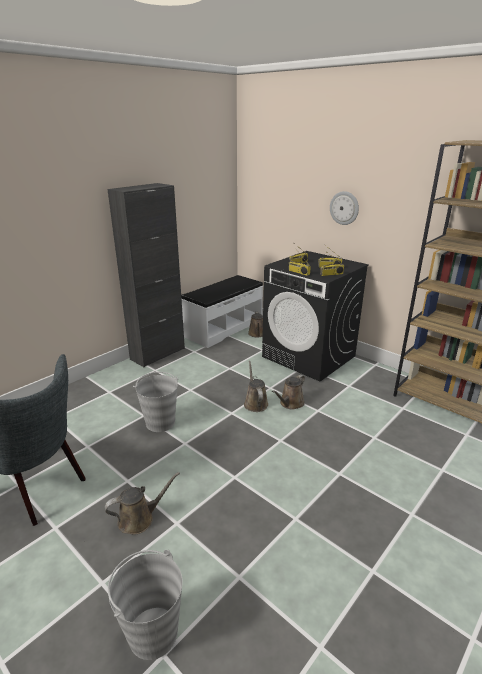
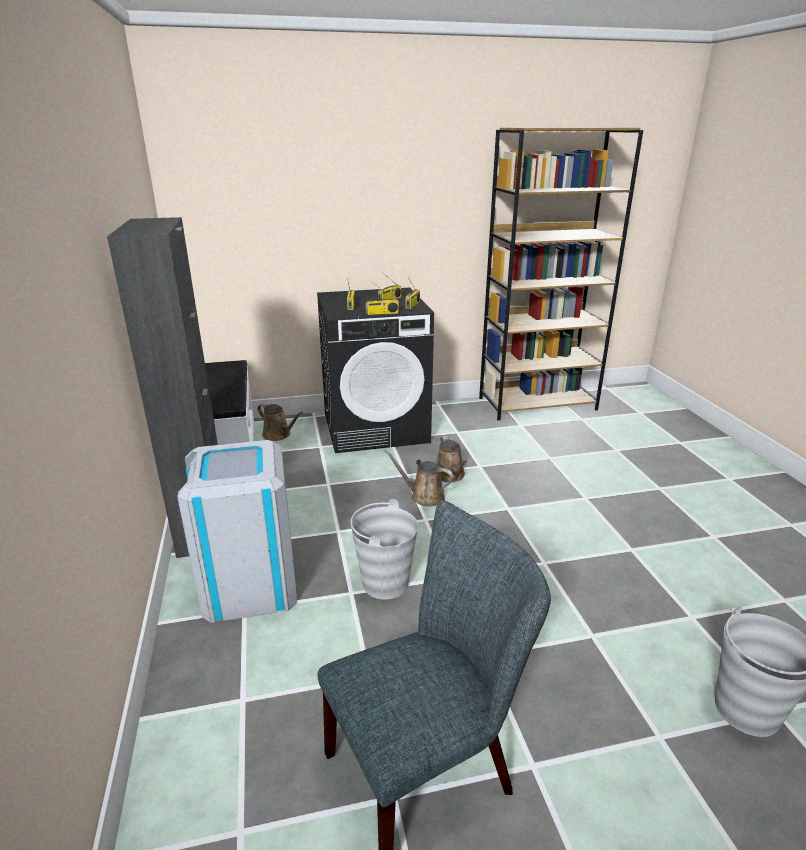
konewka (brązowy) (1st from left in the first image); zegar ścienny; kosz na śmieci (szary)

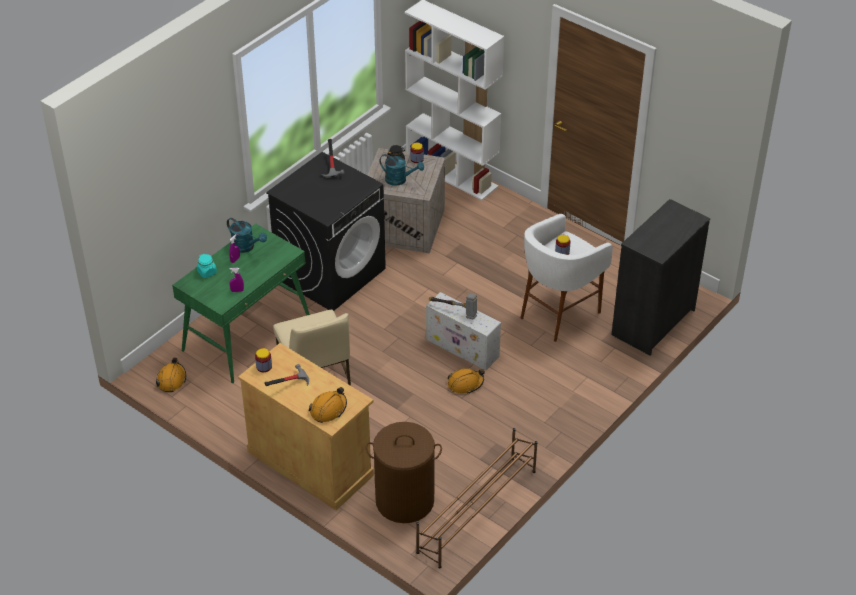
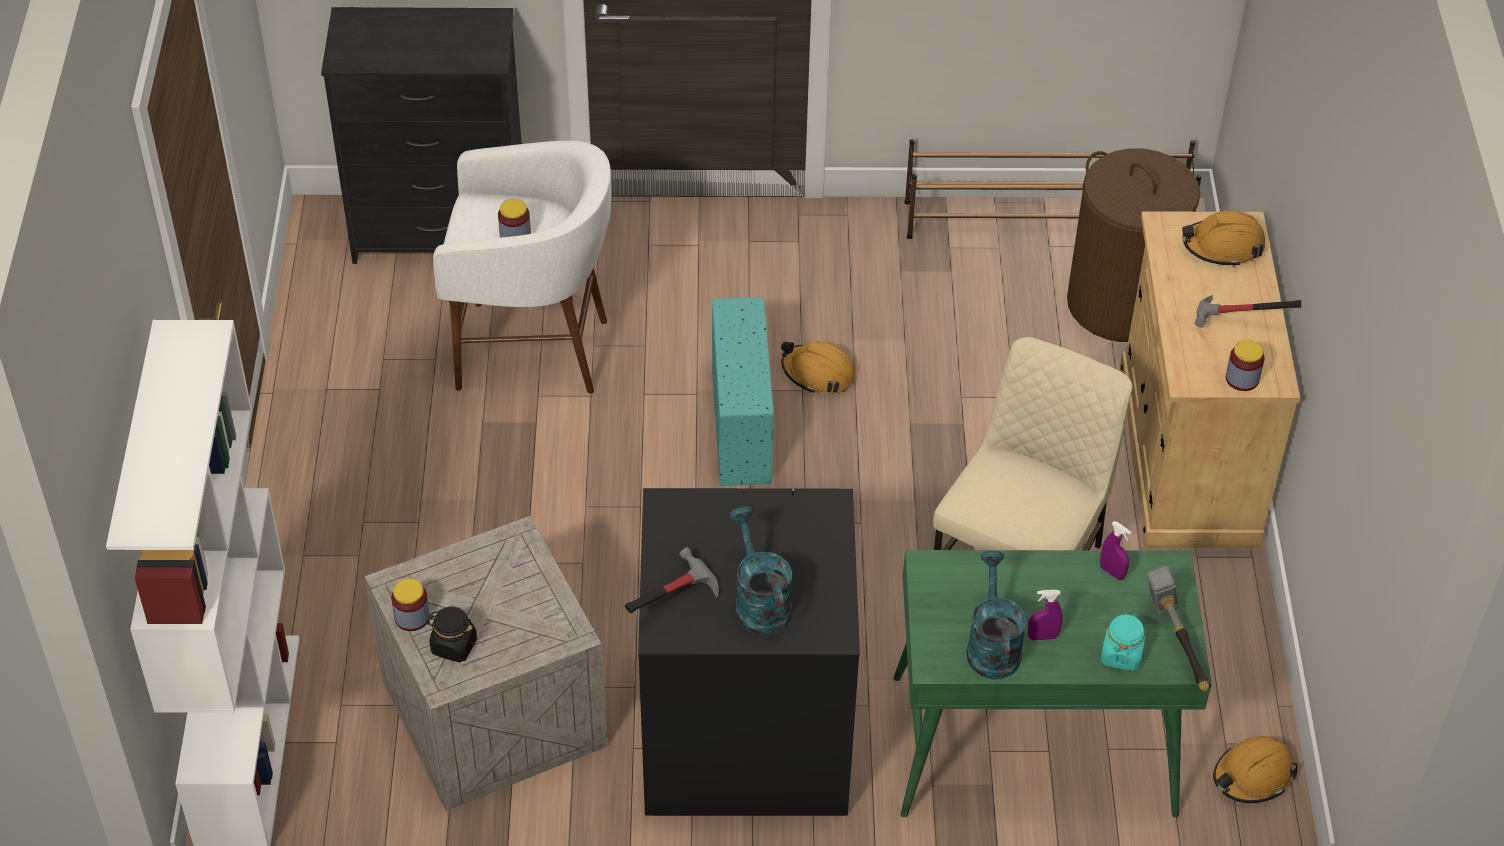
konewka (turkusowy) (1st from left); pojemnik do przechowywania (turkusowy); młotek (2nd from left)

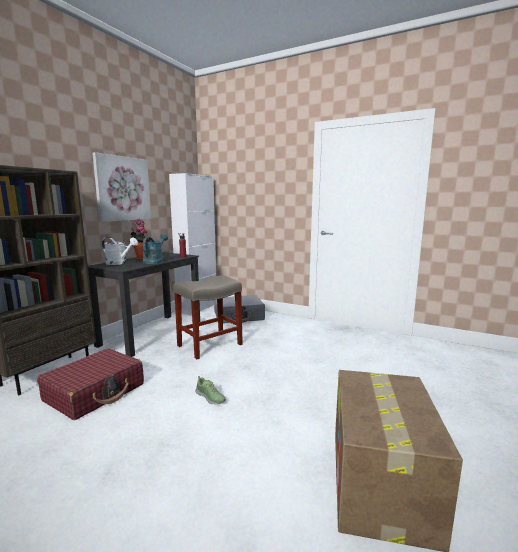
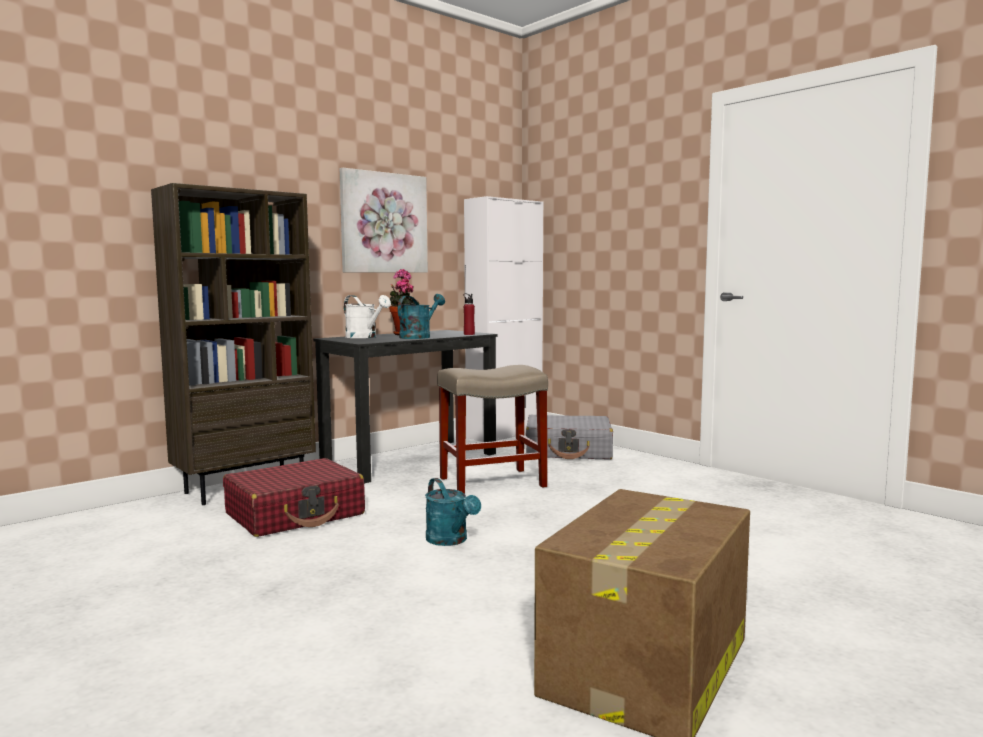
konewka (turkusowy) (2nd from left)

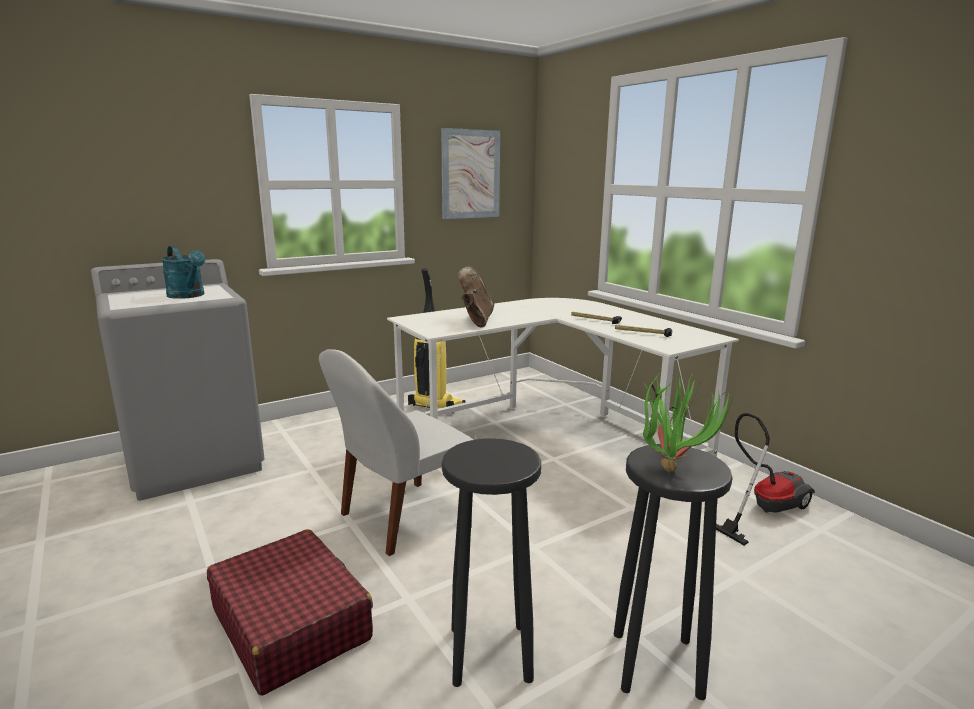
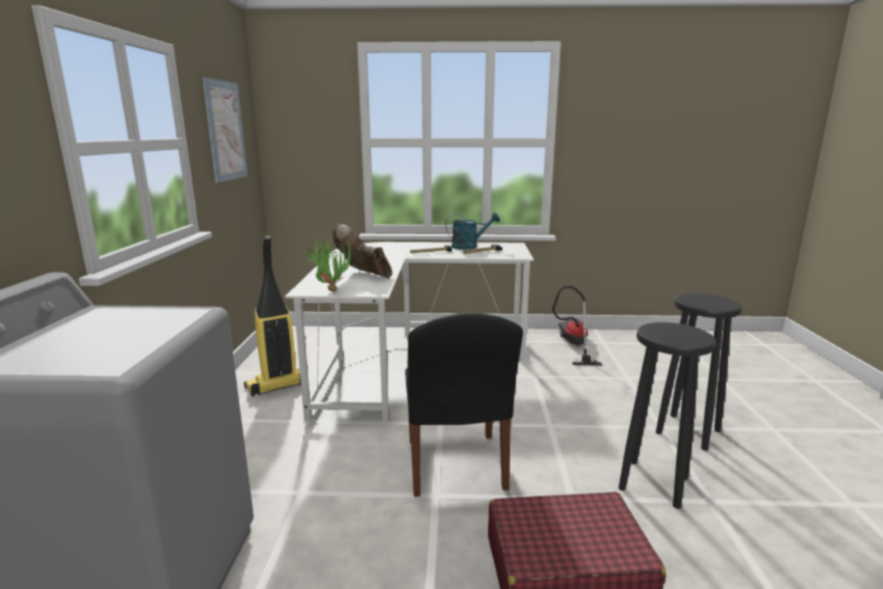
konewka (turkusowy); krzesło (czarny); roślina doniczkowa

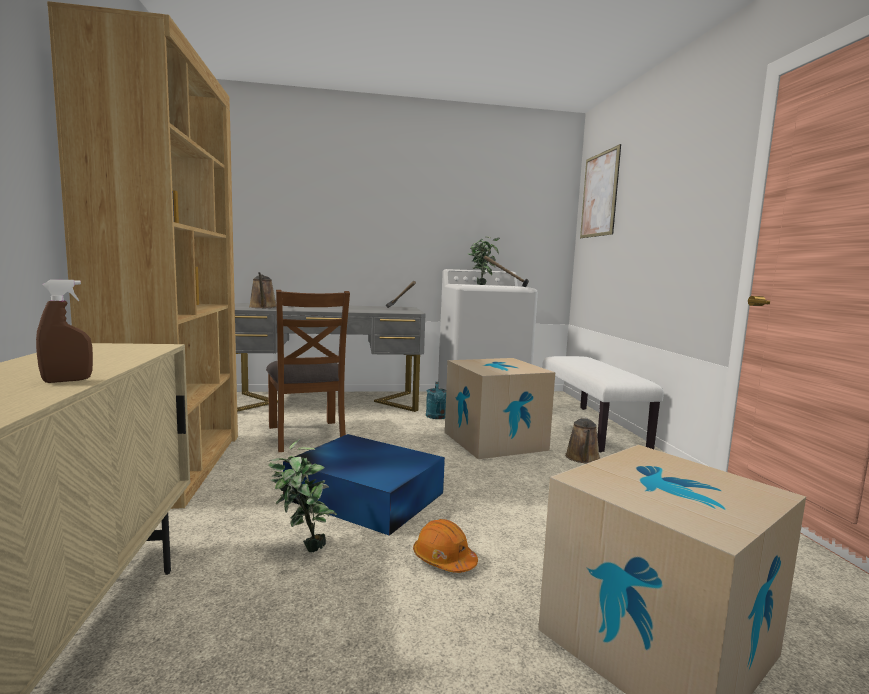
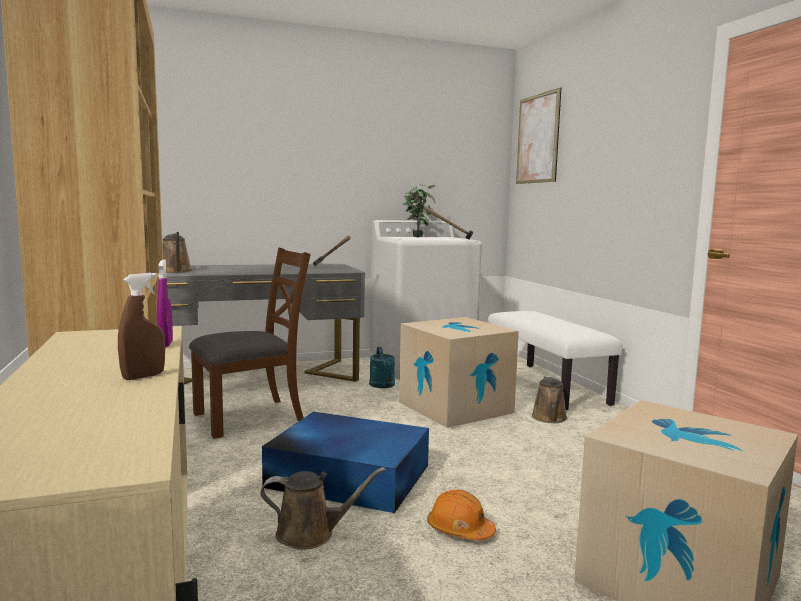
krzesło (brązowy); konewka (brązowy) (2nd from left); spryskiwacz (fioletowy)

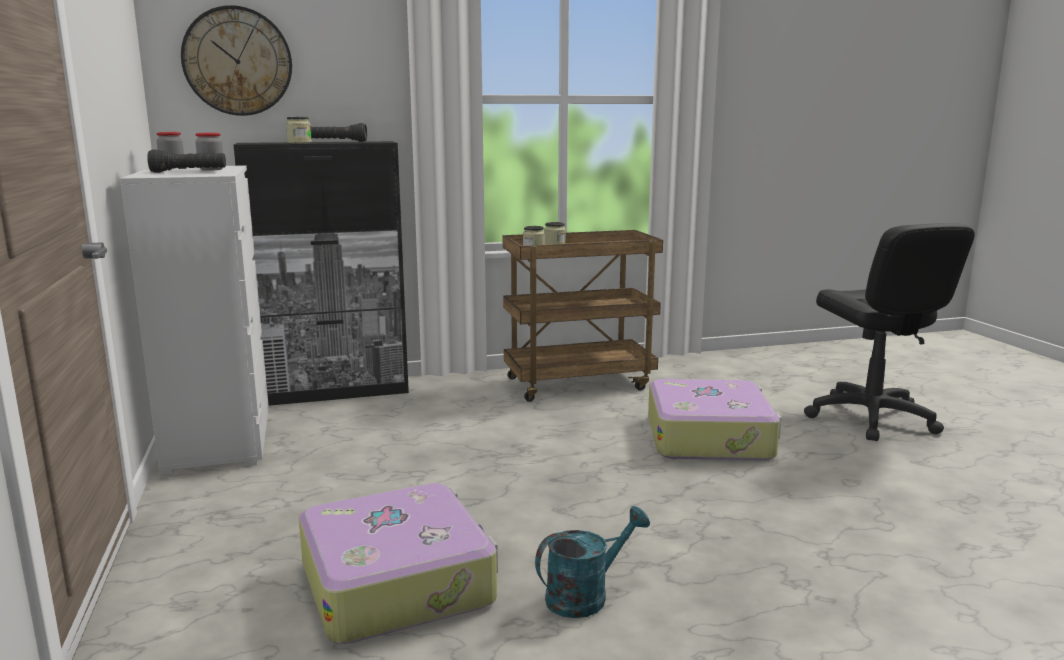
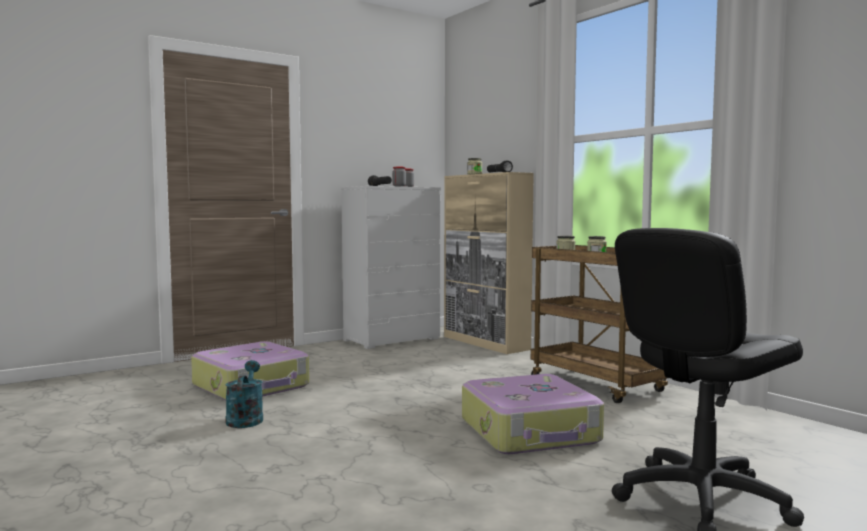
zegar ścienny; szafka (beżowy); konewka (turkusowy)

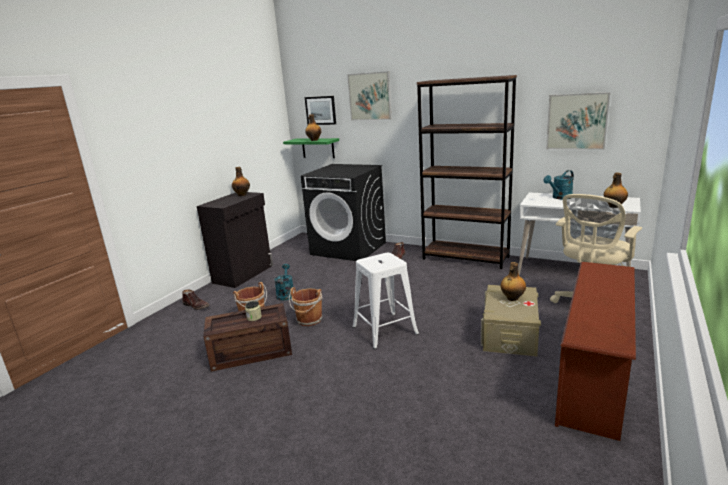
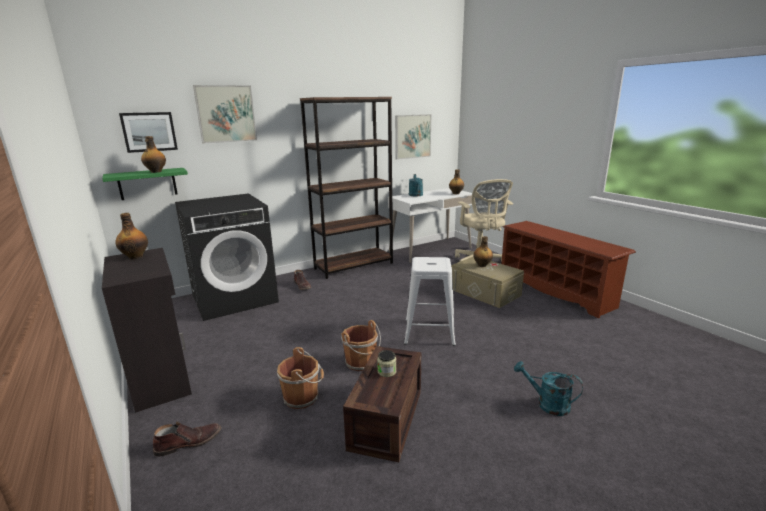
konewka (turkusowy) (2nd from left)

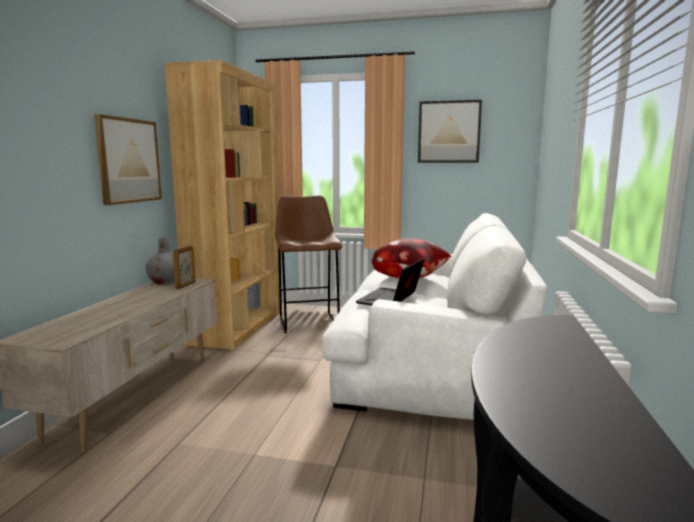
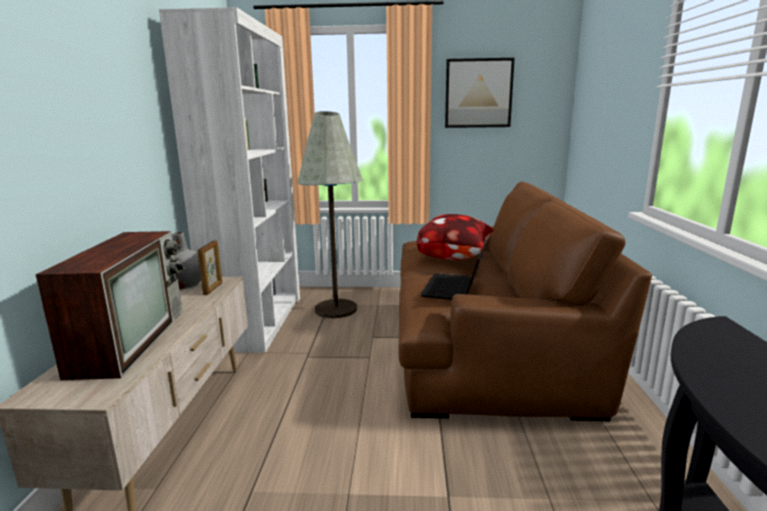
obraz (1st from left in the first image); regał (biały); lampa stojąca (szary); kanapa (brązowy); telewizor

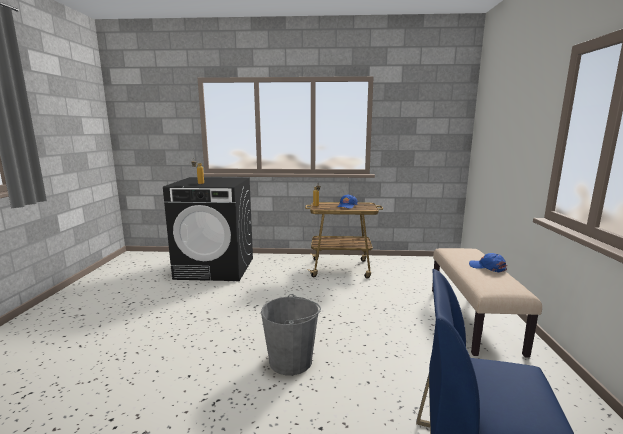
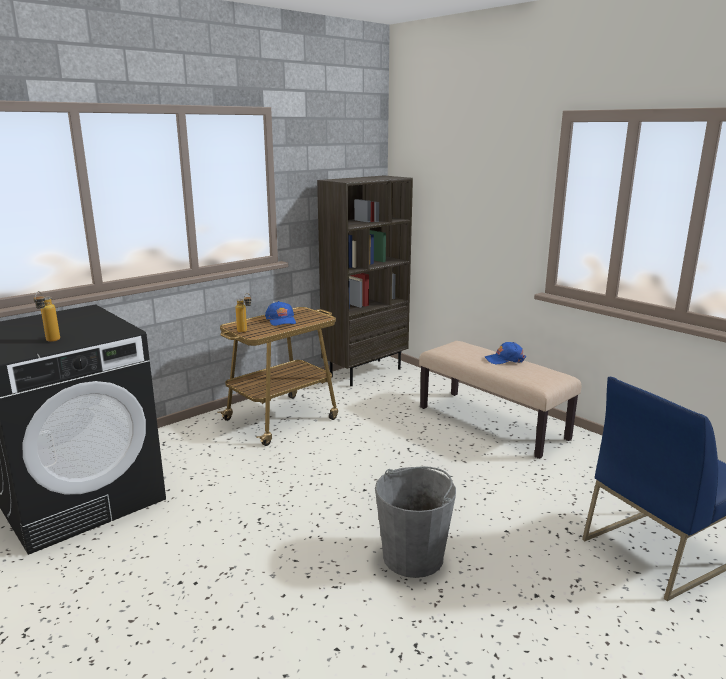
regał (brązowy)

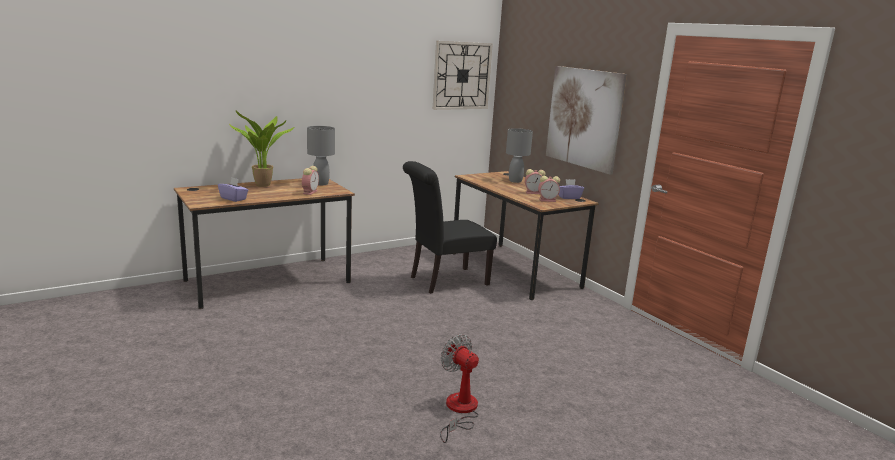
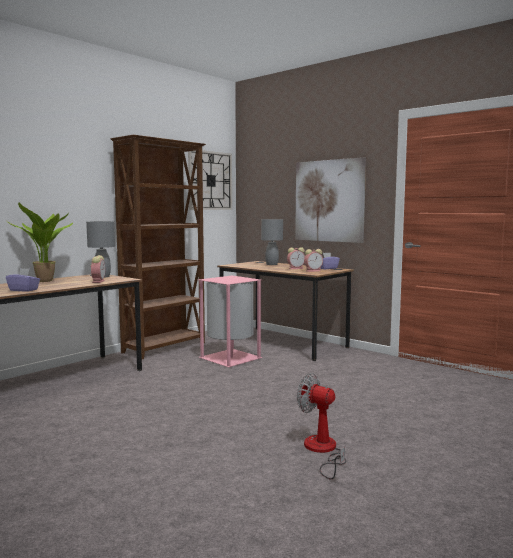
kosz na śmieci (różowy); regał (brązowy)

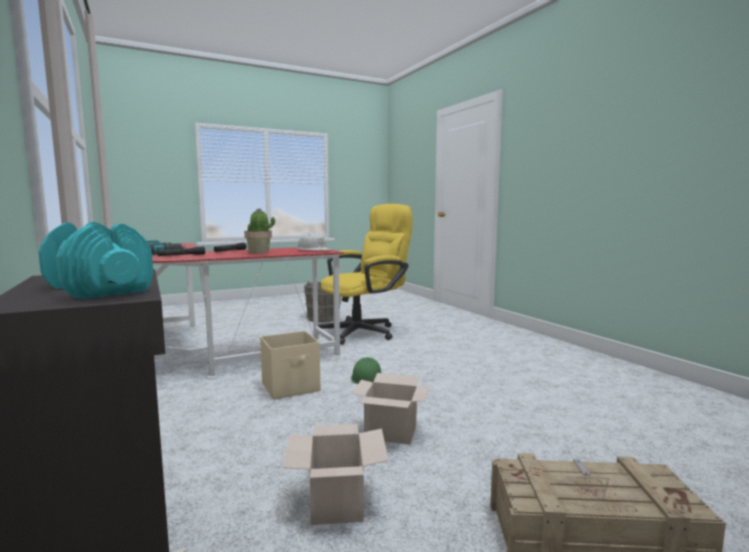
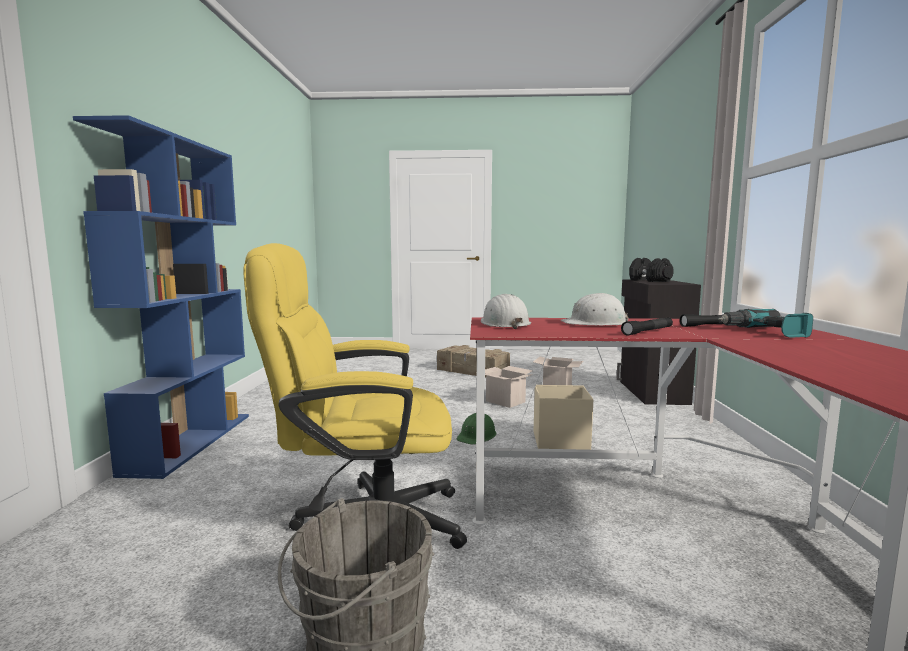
hantel (czarny); kask (biały) (2nd from left); regał (niebieski)

